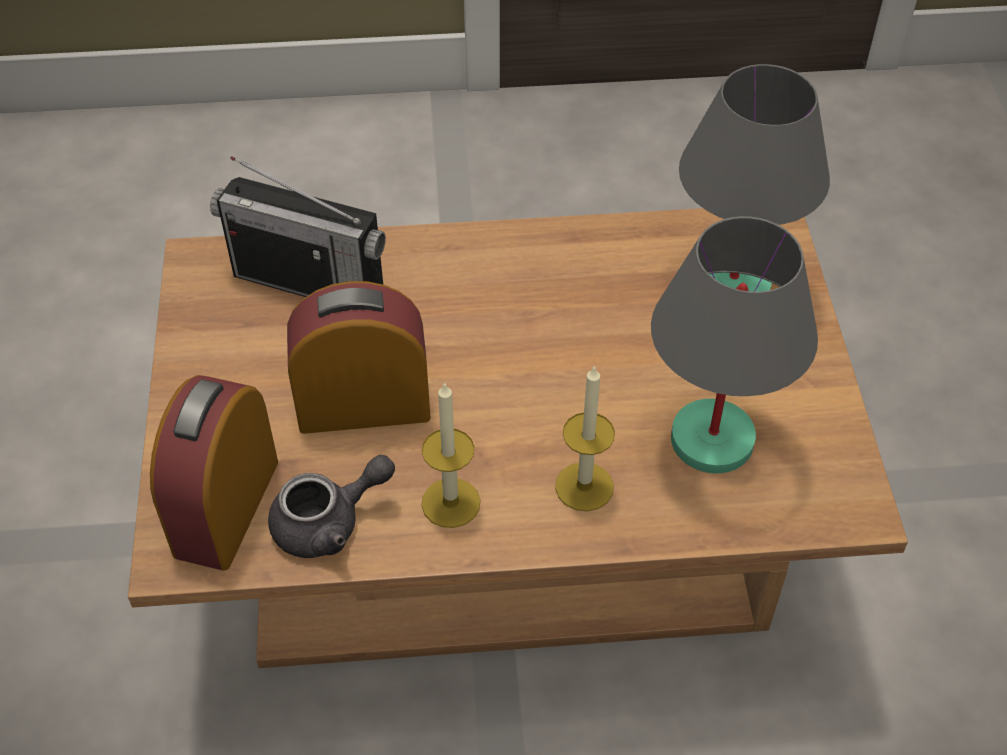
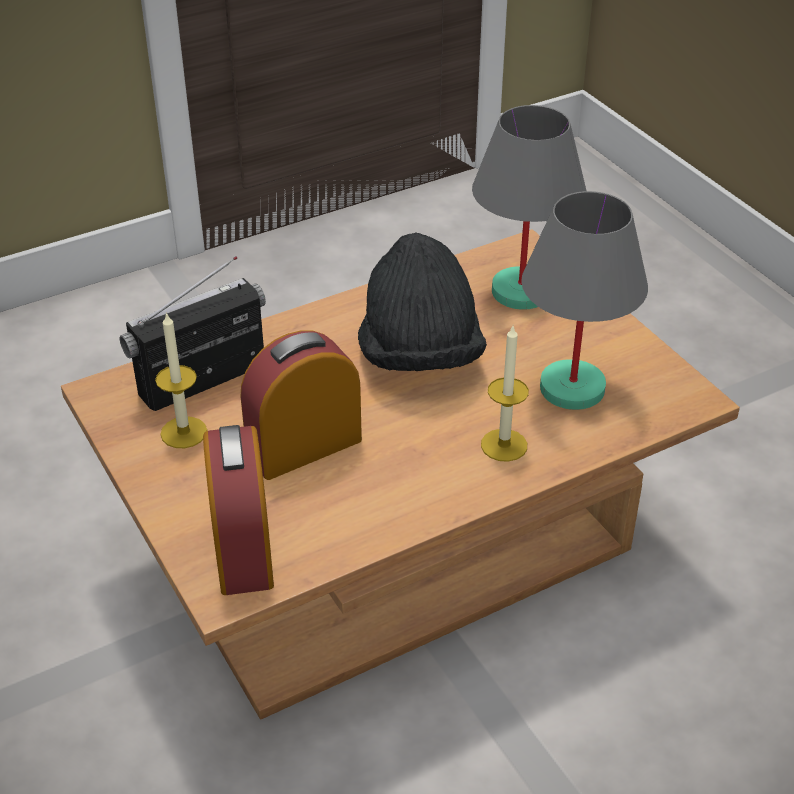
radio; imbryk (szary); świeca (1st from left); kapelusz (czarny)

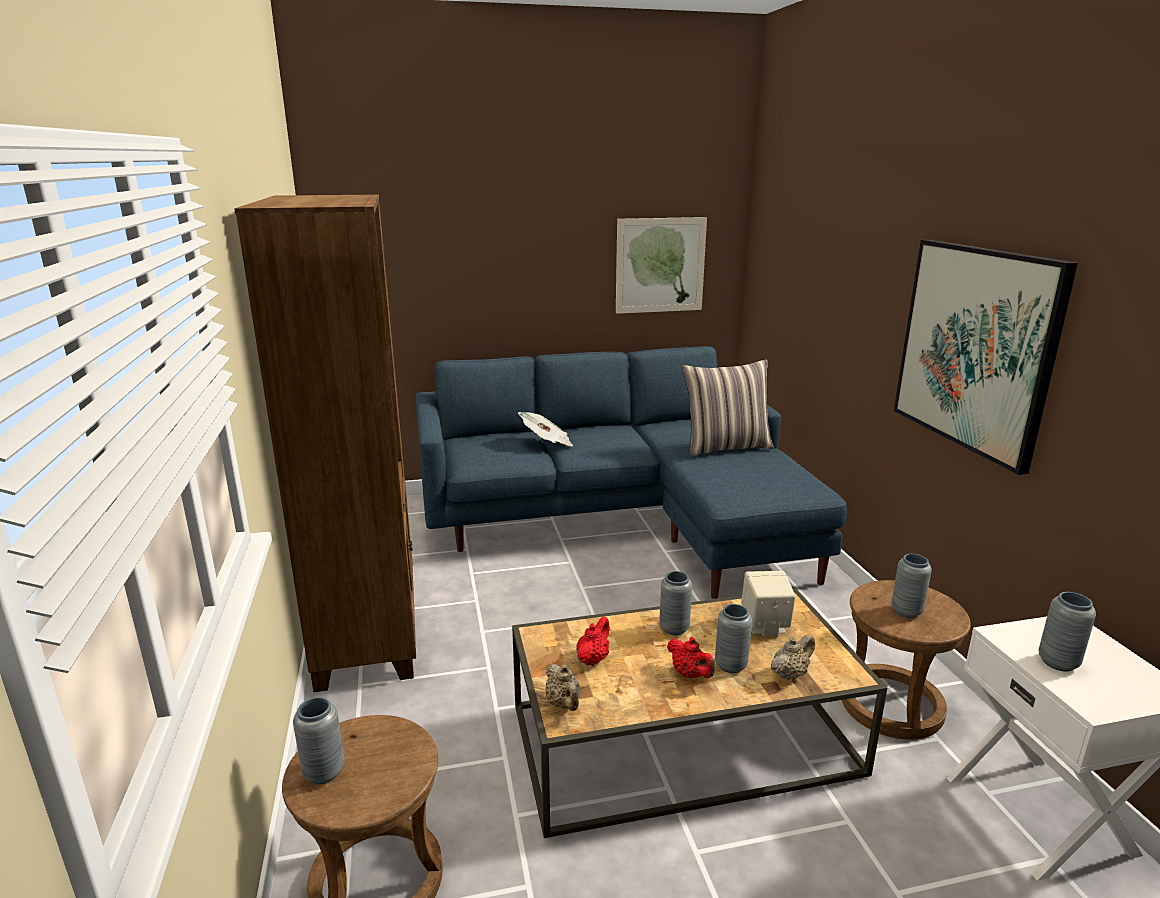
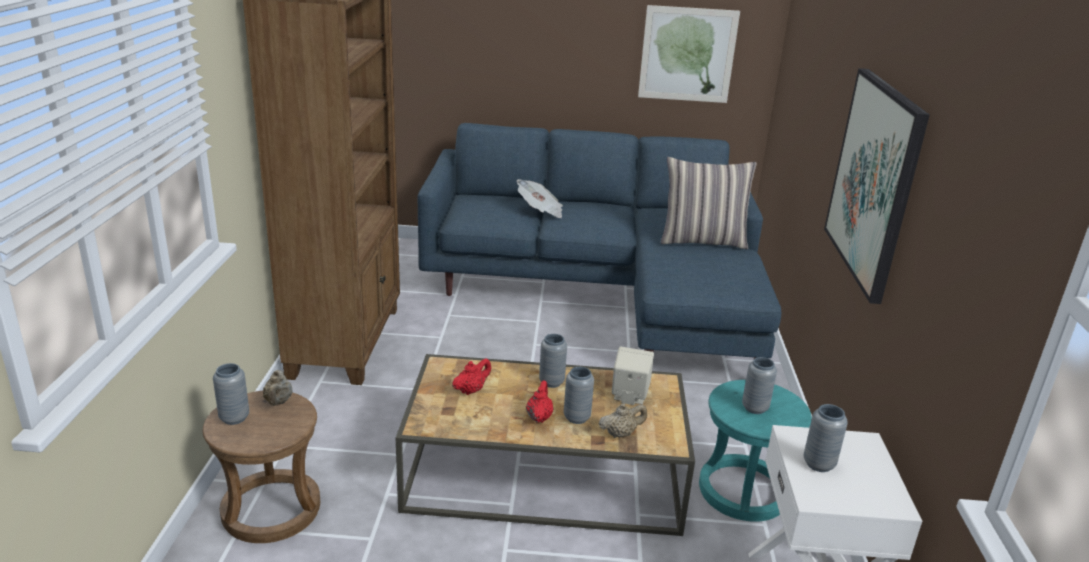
imbryk (beżowy) (1st from left); imbryk (czerwony) (2nd from left); stołek (turkusowy)

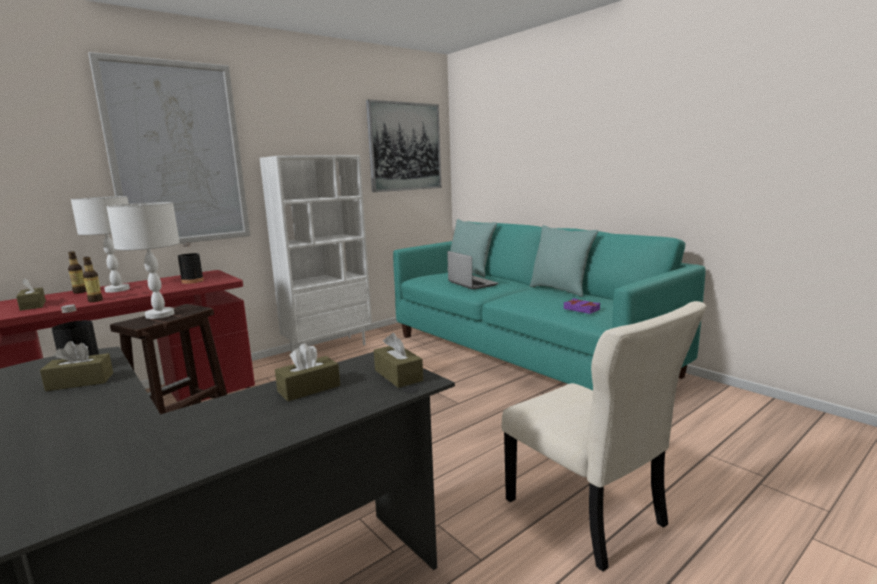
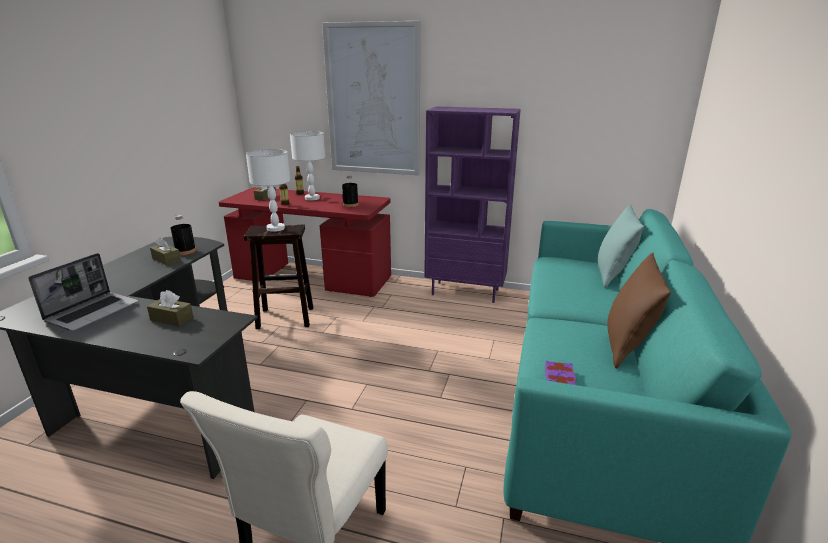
regał (fioletowy); obraz (2nd from left in the first image); pudełko chusteczek (brązowy) (4th from left in the first image); laptop; poduszka (brązowy)

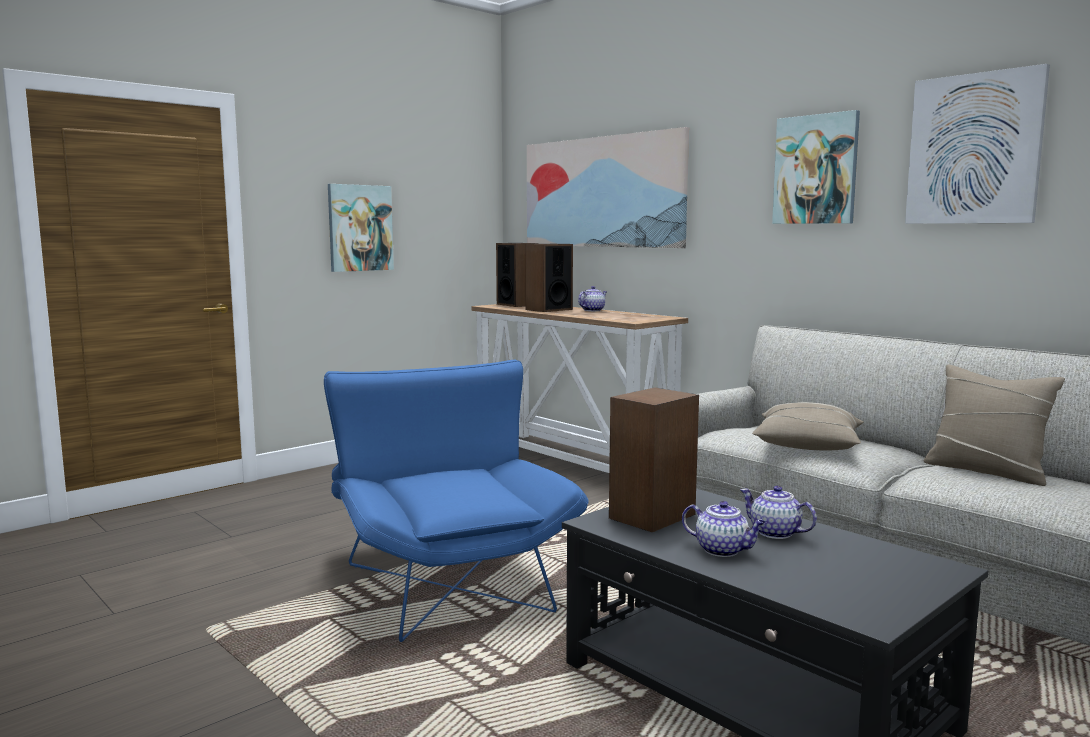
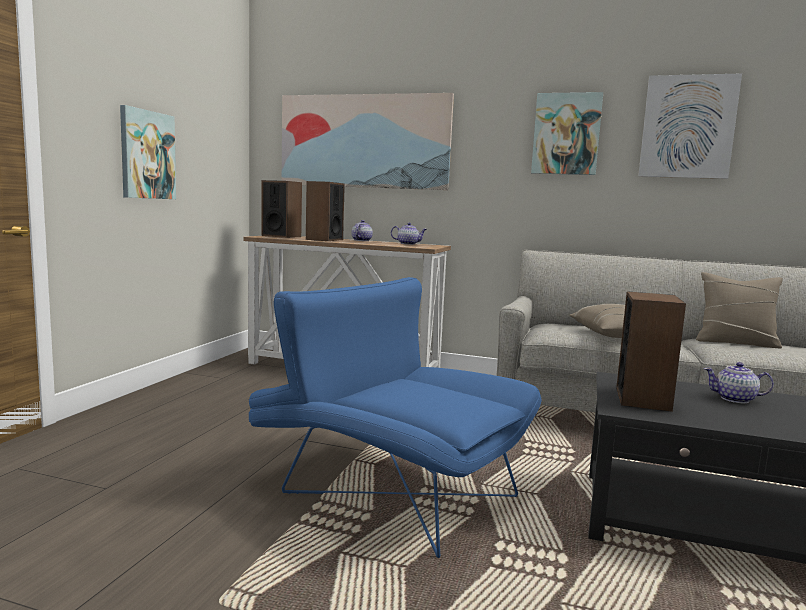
imbryk (2nd from left)

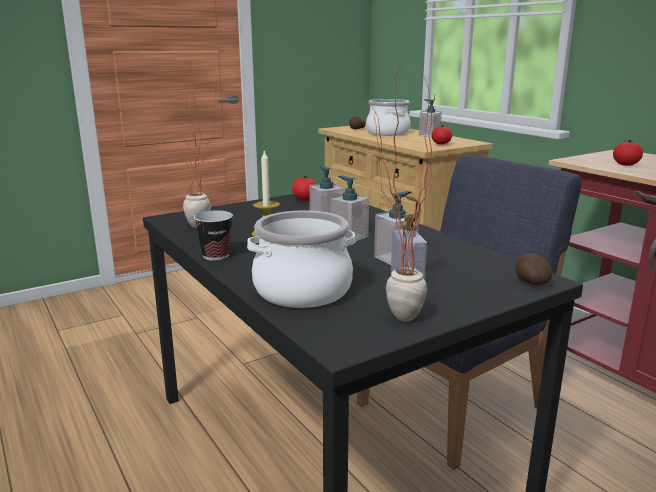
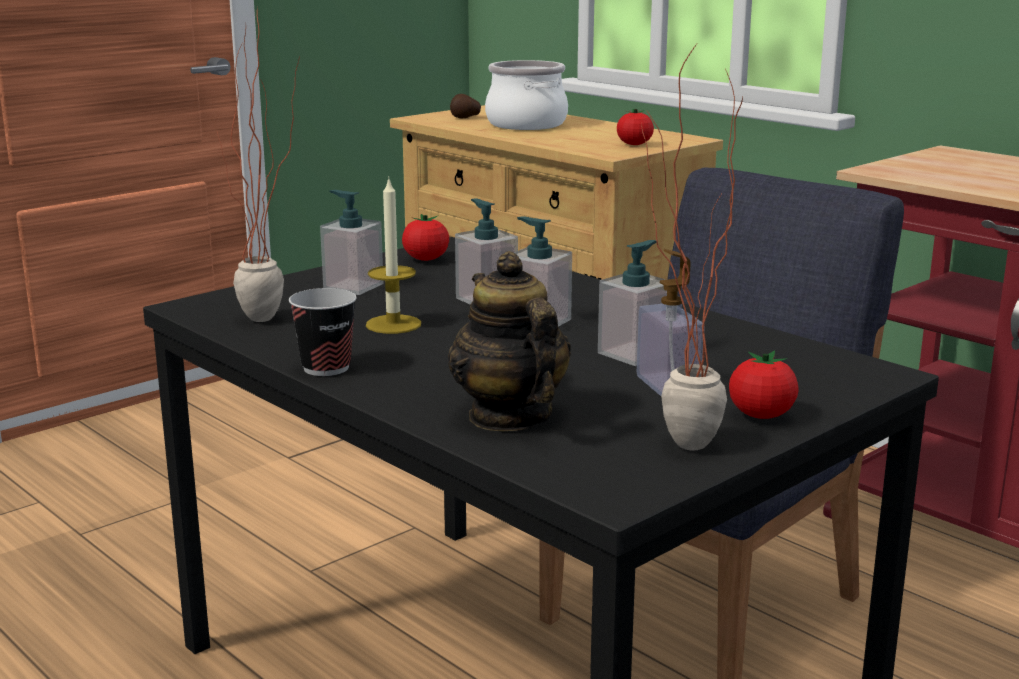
imbryk; dozownik mydła (1st from left); ziemniak (2nd from left in the first image); pomidor (3rd from left)

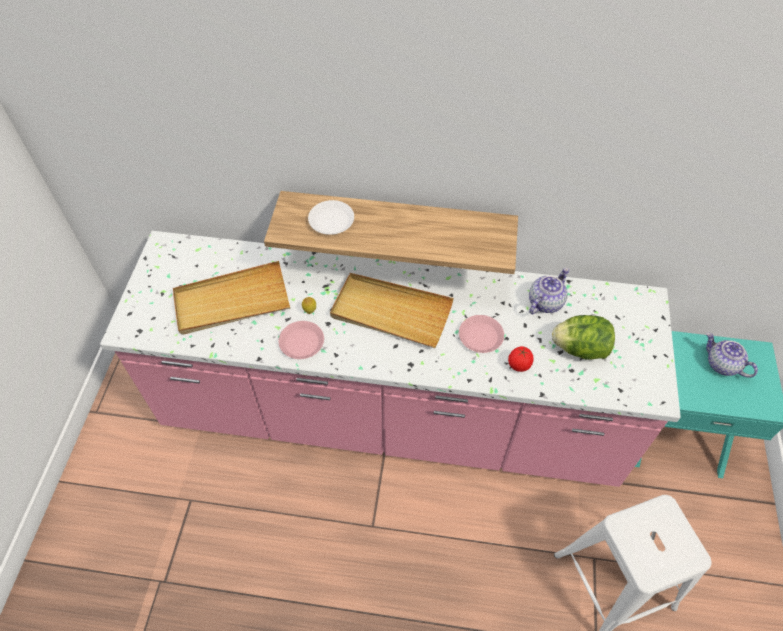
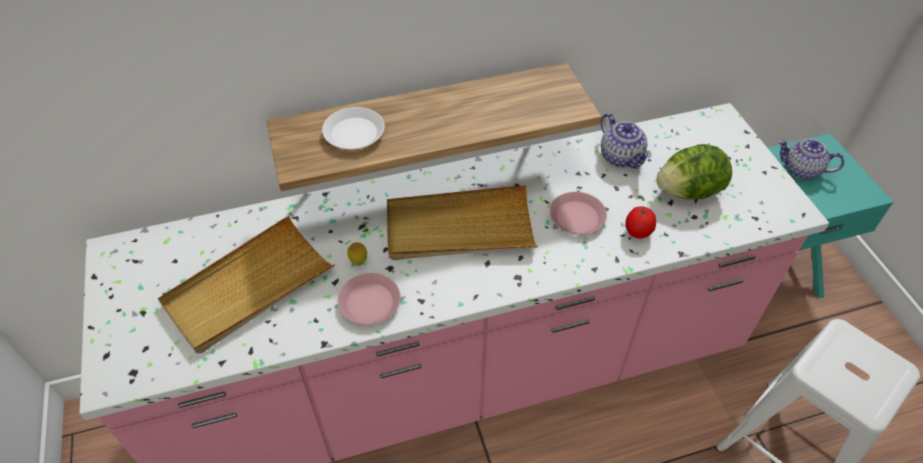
imbryk (1st from left)

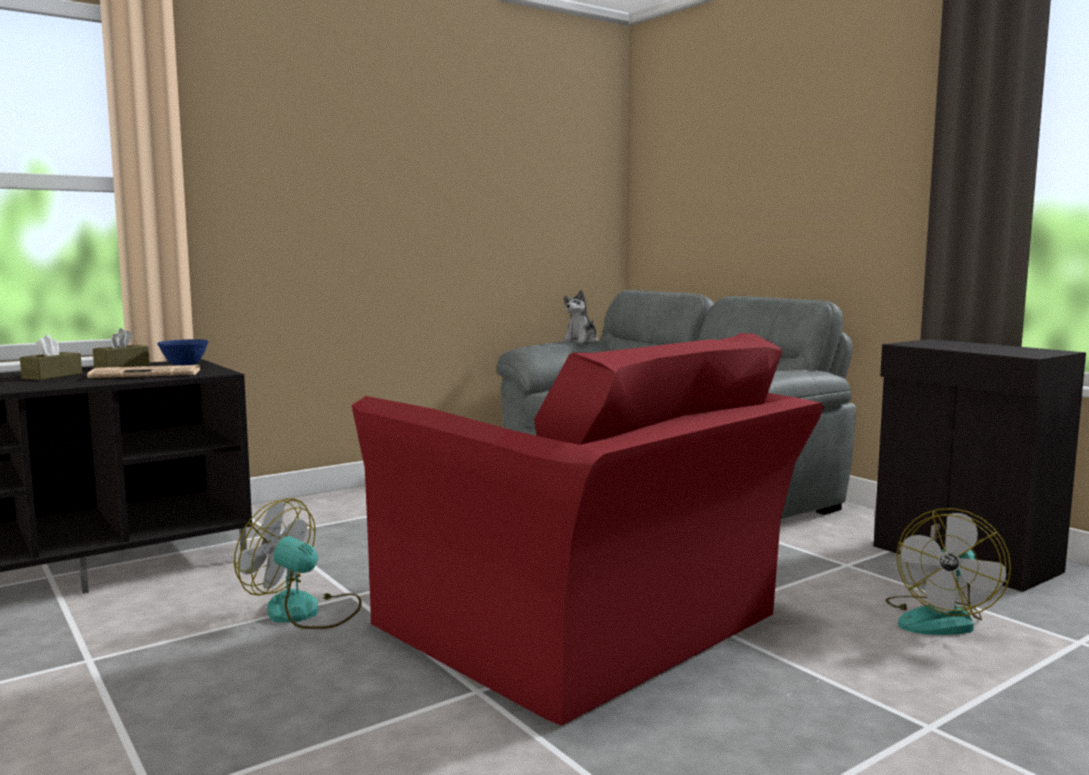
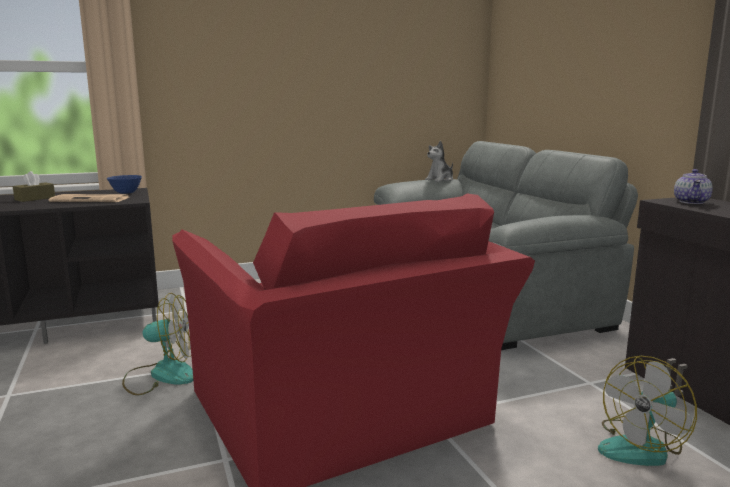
pudełko chusteczek (brązowy) (2nd from left in the first image); wentylator (1st from left); imbryk

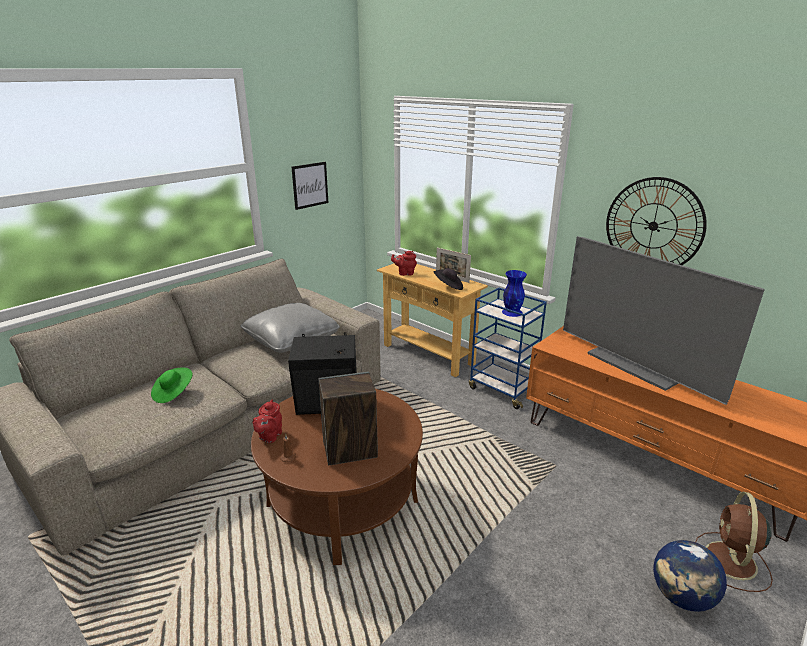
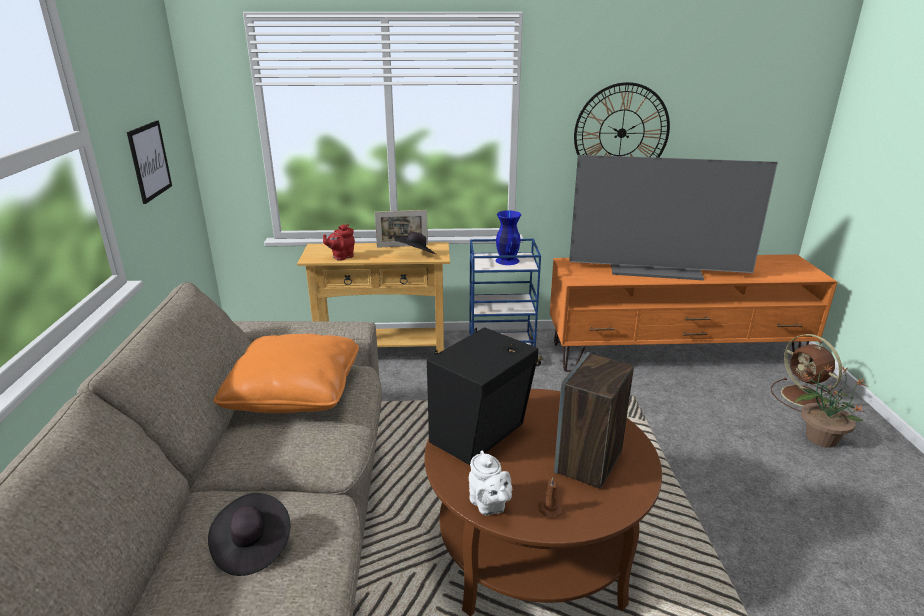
kapelusz (czarny) (1st from left); poduszka (pomarańczowy); imbryk (biały); roślina doniczkowa

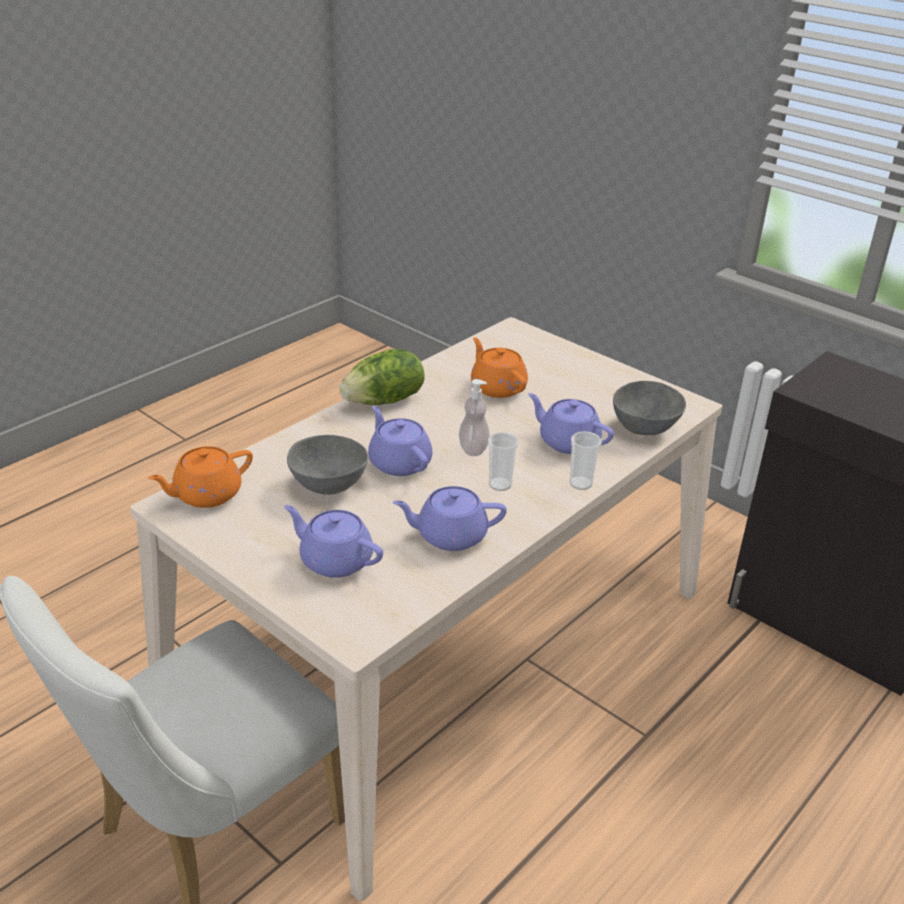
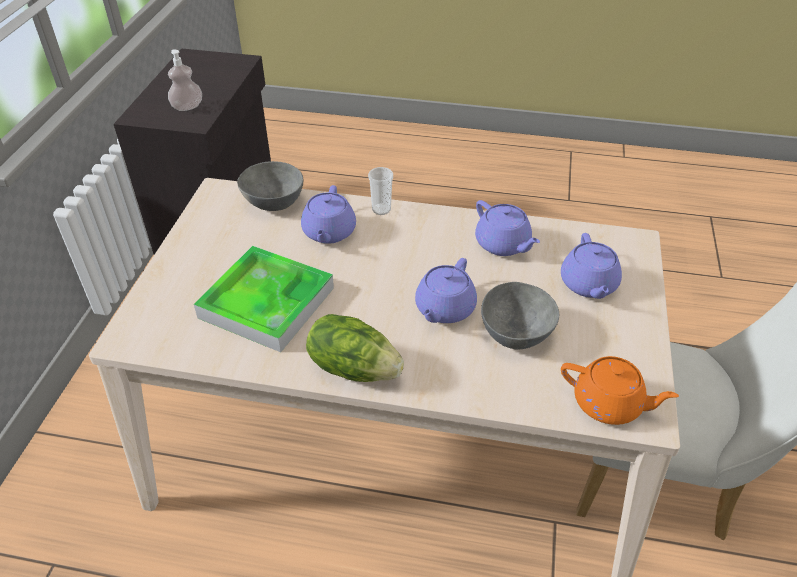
dozownik mydła; taca; filiżanka (1st from left in the first image)

